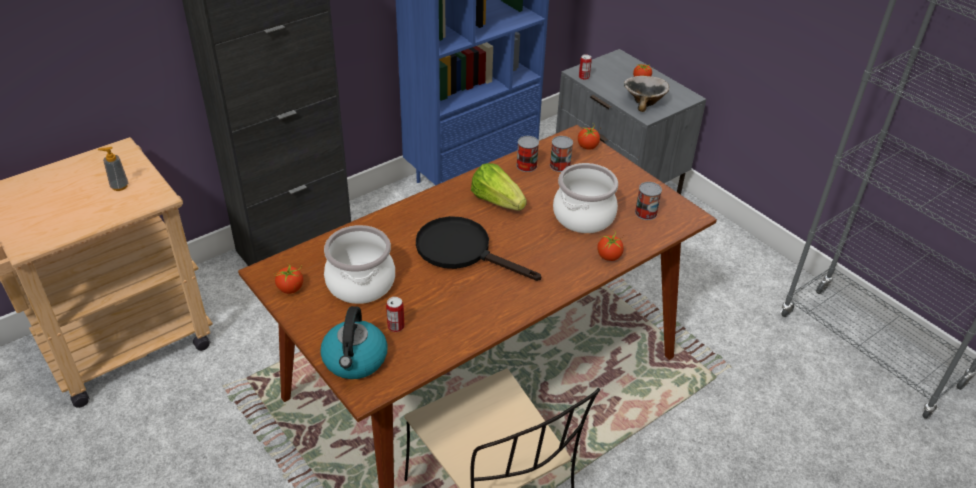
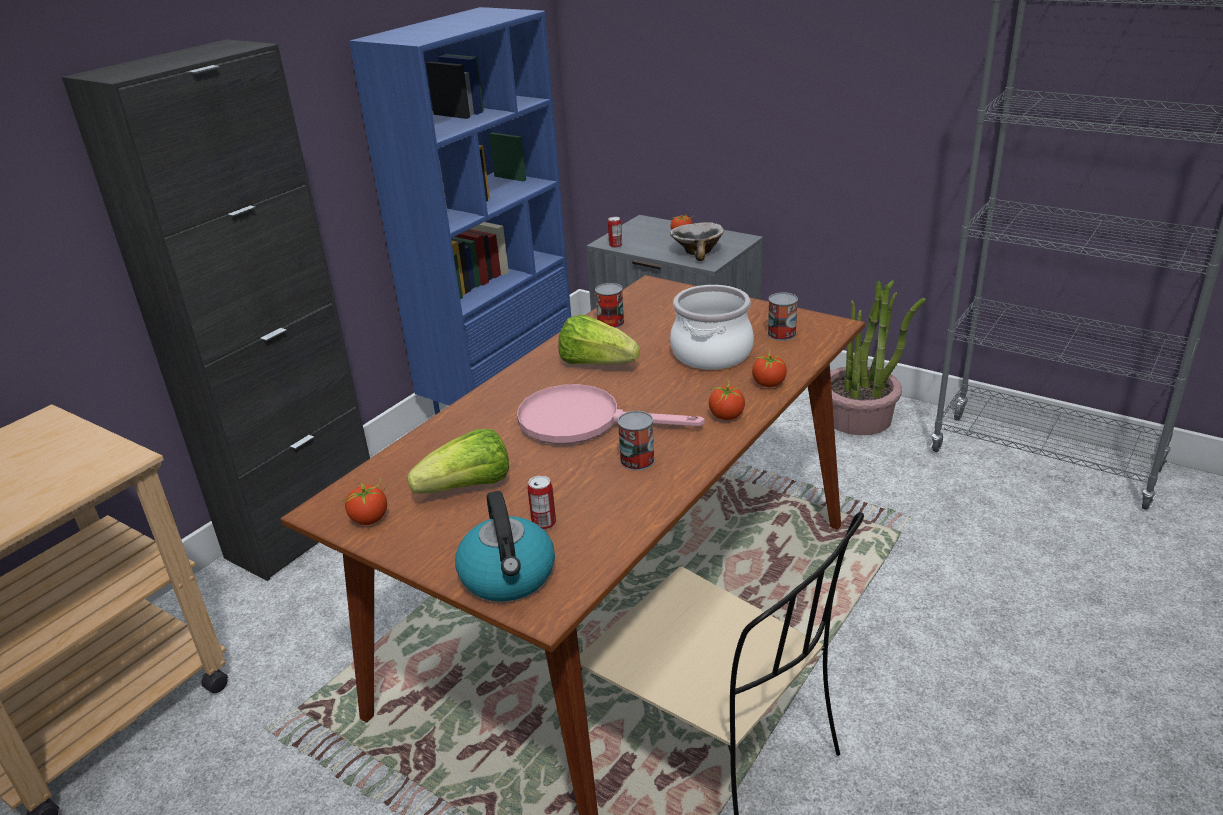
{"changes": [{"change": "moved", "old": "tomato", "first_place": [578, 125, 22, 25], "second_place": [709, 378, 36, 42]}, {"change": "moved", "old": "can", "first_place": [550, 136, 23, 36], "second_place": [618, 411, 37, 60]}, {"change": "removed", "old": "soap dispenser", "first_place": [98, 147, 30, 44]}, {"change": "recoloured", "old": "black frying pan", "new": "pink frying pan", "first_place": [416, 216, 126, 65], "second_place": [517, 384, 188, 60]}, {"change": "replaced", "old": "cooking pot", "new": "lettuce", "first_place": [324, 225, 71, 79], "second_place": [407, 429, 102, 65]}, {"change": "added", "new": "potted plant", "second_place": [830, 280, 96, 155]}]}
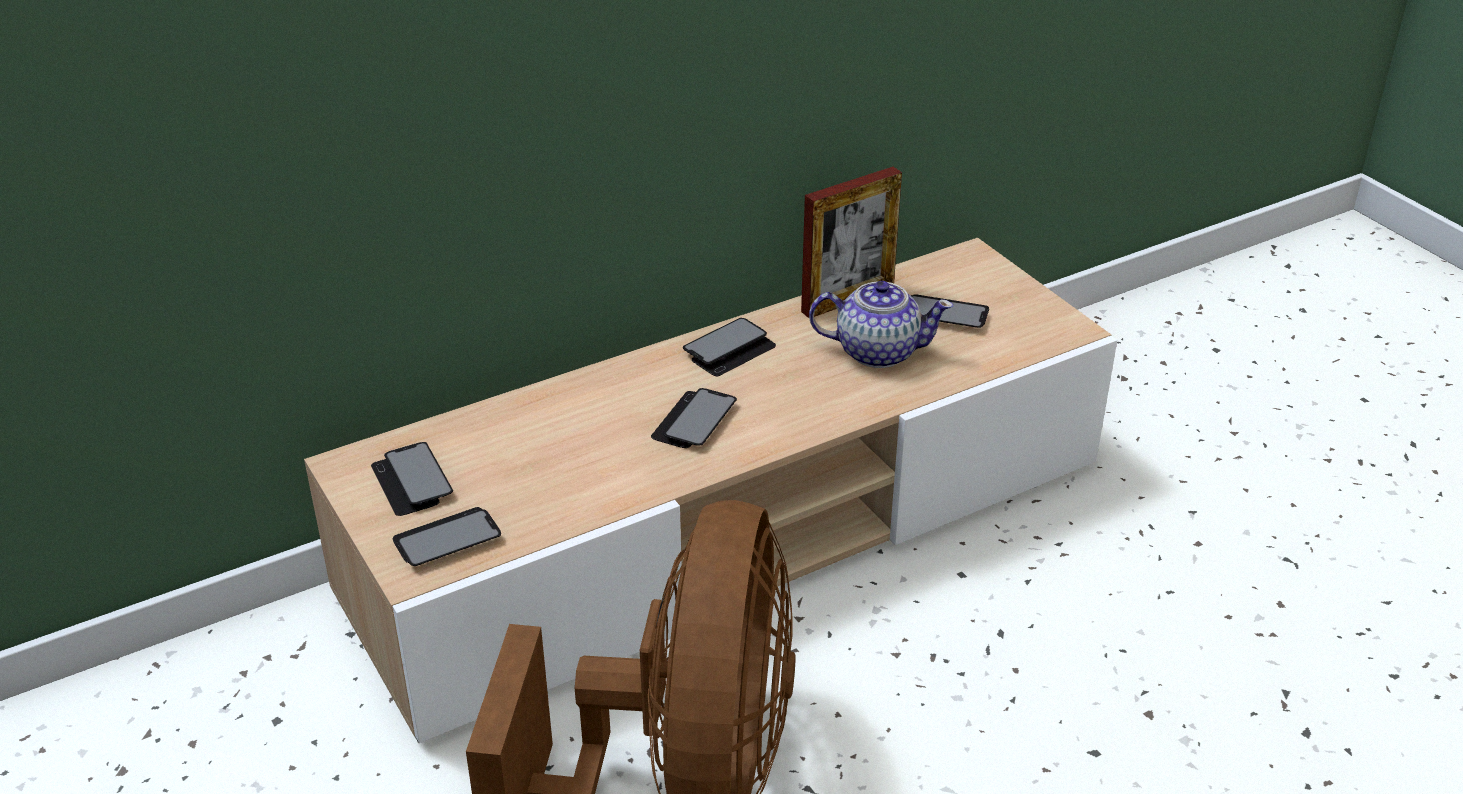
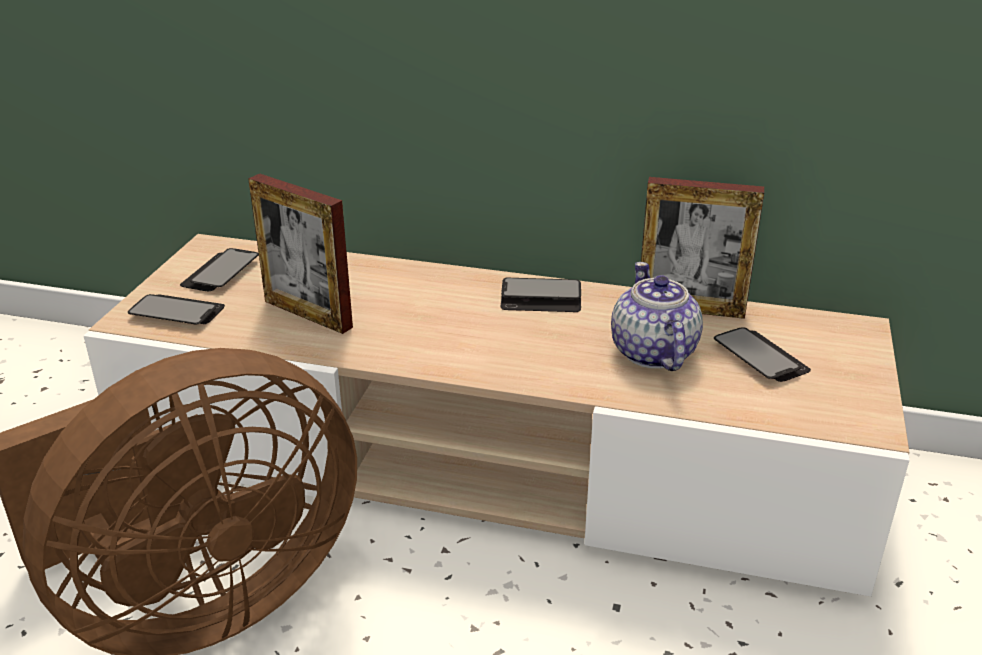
{"changes": [{"change": "turned", "old": "teapot", "first_place": [809, 281, 144, 87], "second_place": [611, 262, 92, 109], "degrees": -150}, {"change": "removed", "old": "phone", "first_place": [651, 388, 86, 60]}, {"change": "added", "new": "picture frame", "second_place": [248, 174, 105, 160]}]}
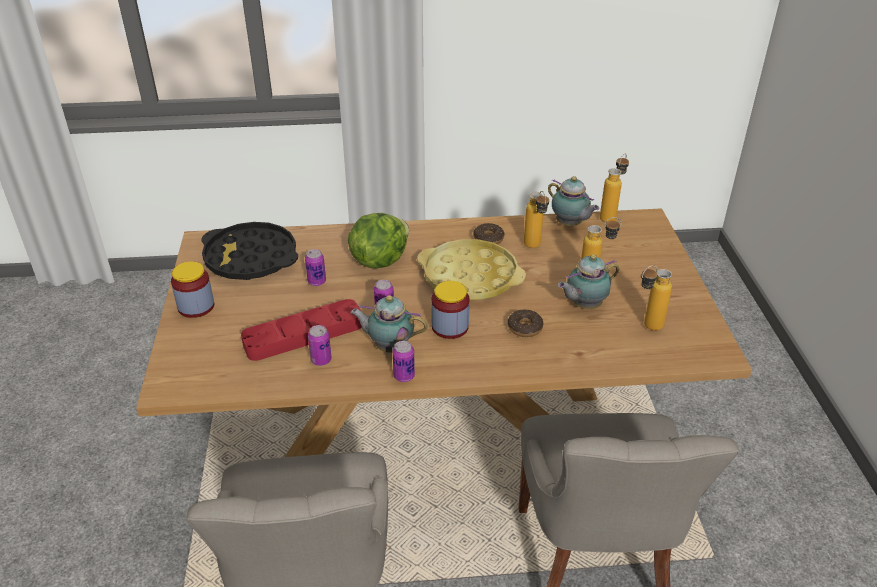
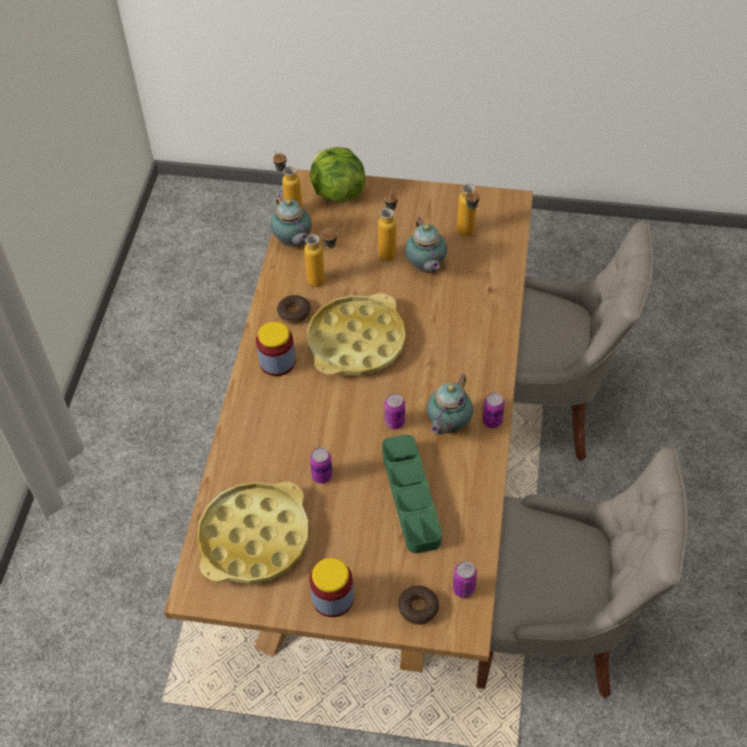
{"changes": [{"change": "turned", "old": "teapot", "first_place": [548, 176, 51, 50], "second_place": [271, 194, 41, 53], "degrees": 90}, {"change": "moved", "old": "lettuce", "first_place": [348, 213, 61, 55], "second_place": [310, 147, 55, 56]}, {"change": "recoloured", "old": "black tray", "new": "yellow tray", "first_place": [201, 222, 97, 58], "second_place": [197, 481, 112, 103]}, {"change": "moved", "old": "jar", "first_place": [431, 281, 39, 58], "second_place": [256, 322, 39, 54]}, {"change": "recoloured", "old": "red tray", "new": "green tray", "first_place": [241, 299, 121, 62], "second_place": [382, 435, 60, 118]}, {"change": "moved", "old": "donut", "first_place": [508, 310, 35, 27], "second_place": [398, 586, 41, 39]}, {"change": "moved", "old": "can", "first_place": [308, 325, 24, 41], "second_place": [453, 561, 24, 37]}]}
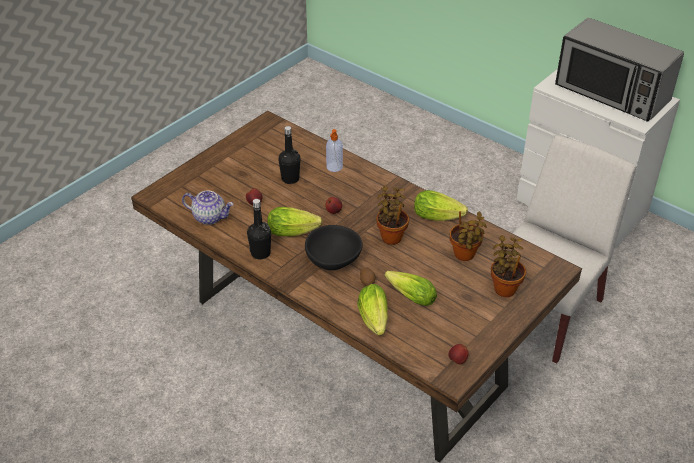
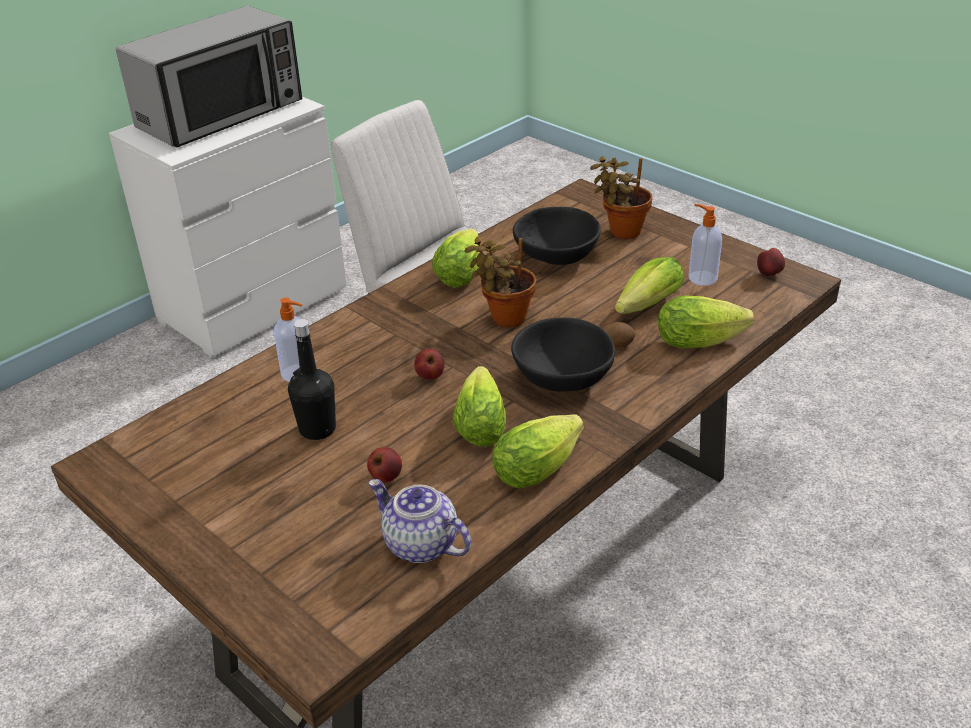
{"changes": [{"change": "turned", "old": "teapot", "first_place": [182, 190, 52, 35], "second_place": [369, 479, 102, 84], "degrees": -75}, {"change": "replaced", "old": "black bottle", "new": "lettuce", "first_place": [247, 199, 24, 61], "second_place": [492, 414, 92, 74]}, {"change": "replaced", "old": "potted plant", "new": "black bowl", "first_place": [450, 211, 37, 50], "second_place": [513, 207, 88, 58]}, {"change": "added", "new": "soap dispenser", "second_place": [689, 204, 33, 82]}]}
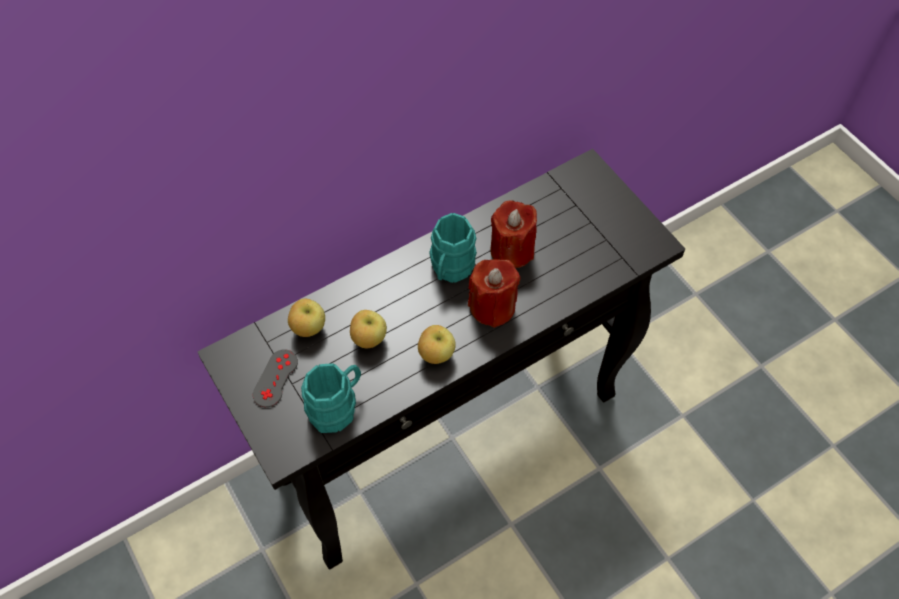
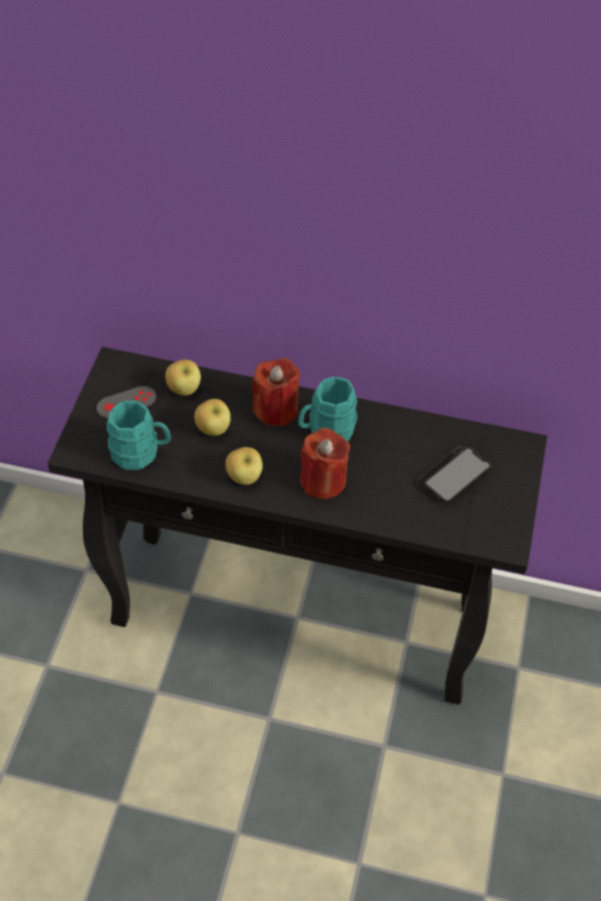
{"changes": [{"change": "moved", "old": "red candle", "first_place": [490, 200, 47, 68], "second_place": [252, 358, 48, 69]}, {"change": "added", "new": "phone", "second_place": [415, 444, 77, 58]}]}
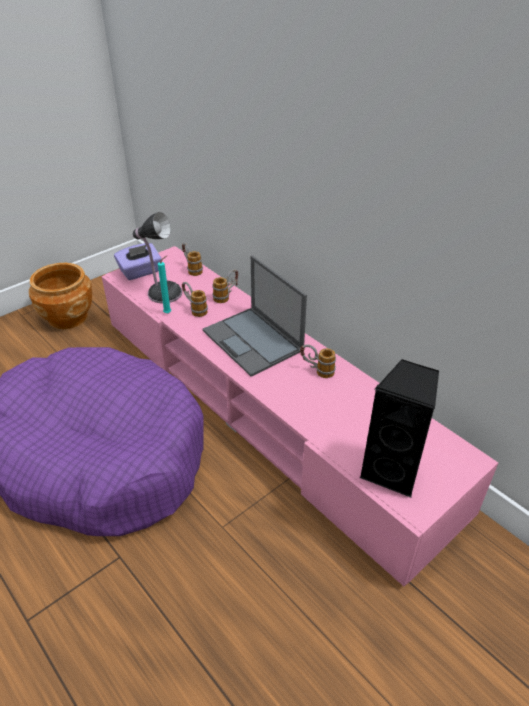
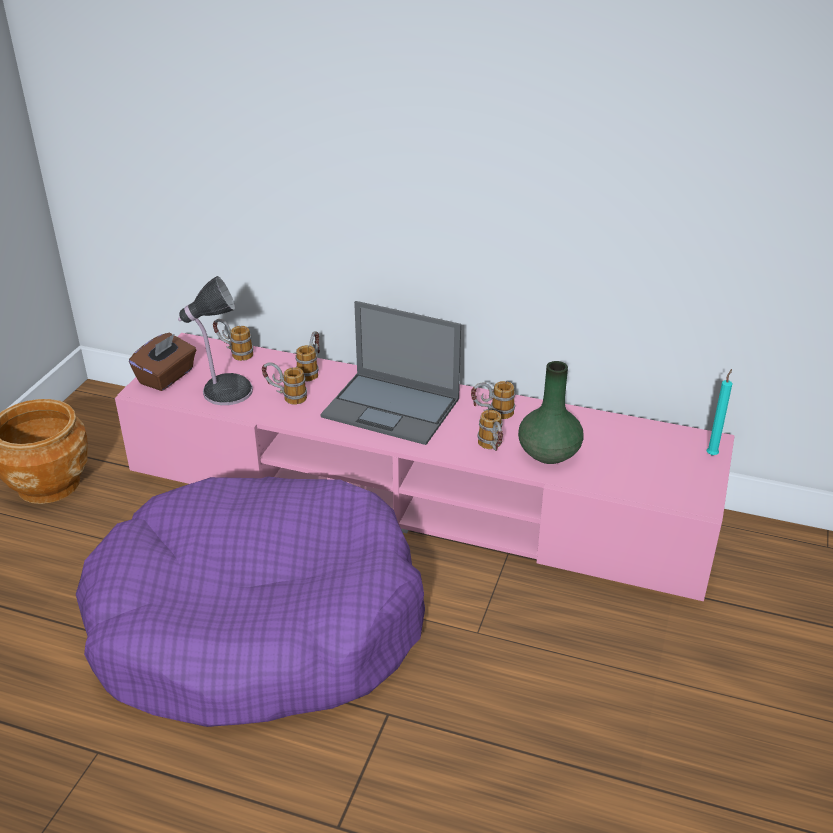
{"changes": [{"change": "recoloured", "old": "purple tissue box", "new": "brown tissue box", "first_place": [114, 243, 48, 37], "second_place": [129, 333, 67, 58]}, {"change": "moved", "old": "turquoise candle", "first_place": [158, 256, 13, 58], "second_place": [707, 369, 25, 86]}, {"change": "removed", "old": "black speaker", "first_place": [360, 359, 79, 138]}, {"change": "added", "new": "green vase", "second_place": [518, 361, 65, 103]}, {"change": "added", "new": "mug", "second_place": [478, 410, 25, 41]}]}
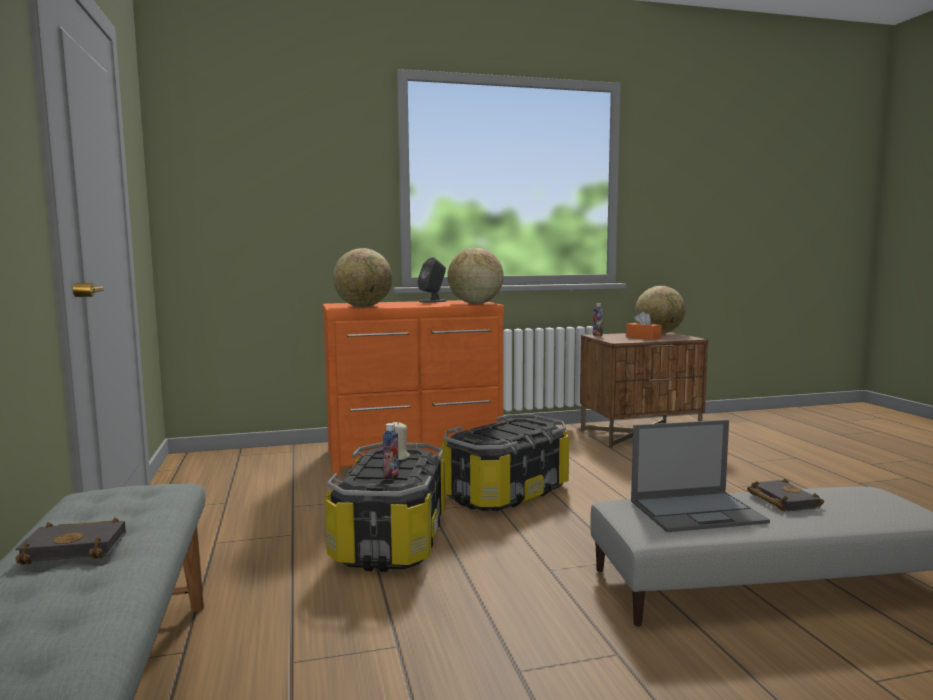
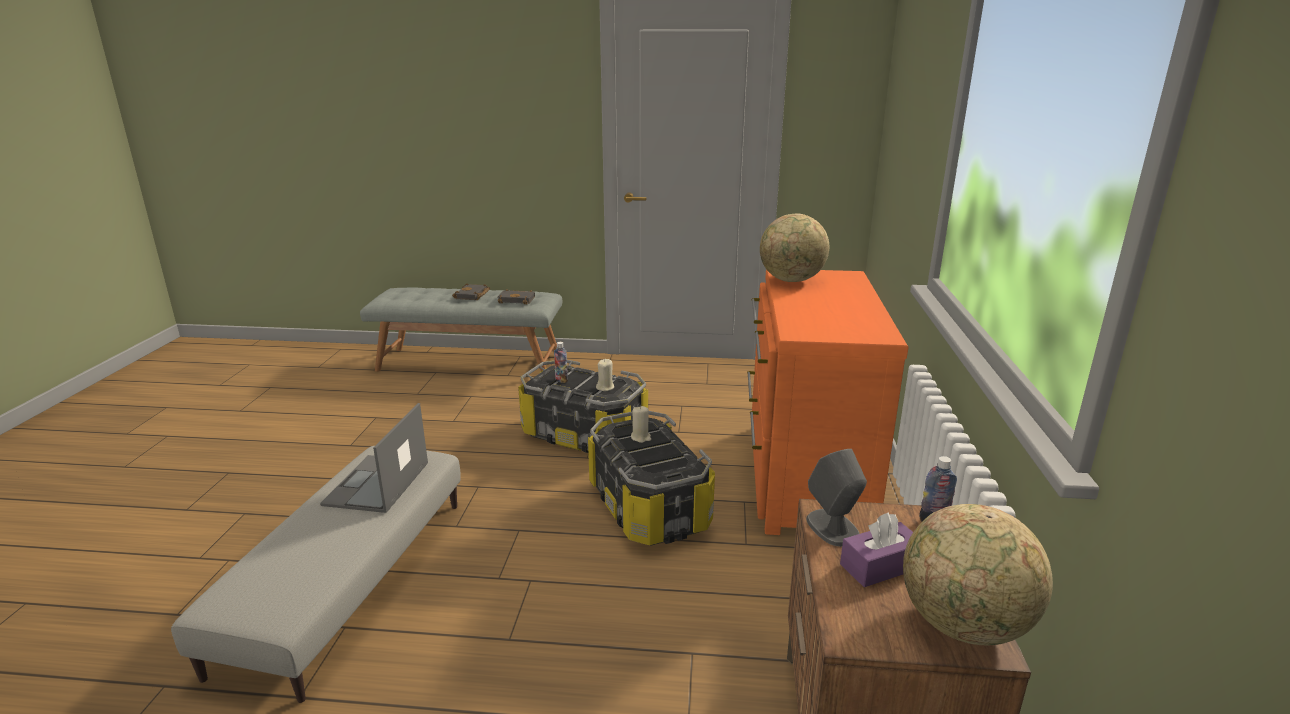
{"changes": [{"change": "removed", "old": "globe", "first_place": [447, 248, 57, 56]}, {"change": "moved", "old": "grey speaker", "first_place": [417, 257, 29, 46], "second_place": [806, 449, 61, 98]}, {"change": "recoloured", "old": "orange tissue box", "new": "purple tissue box", "first_place": [626, 311, 36, 29], "second_place": [840, 512, 73, 75]}, {"change": "moved", "old": "black book", "first_place": [747, 479, 77, 33], "second_place": [497, 289, 38, 15]}, {"change": "added", "new": "beige candle", "second_place": [631, 406, 20, 37]}]}
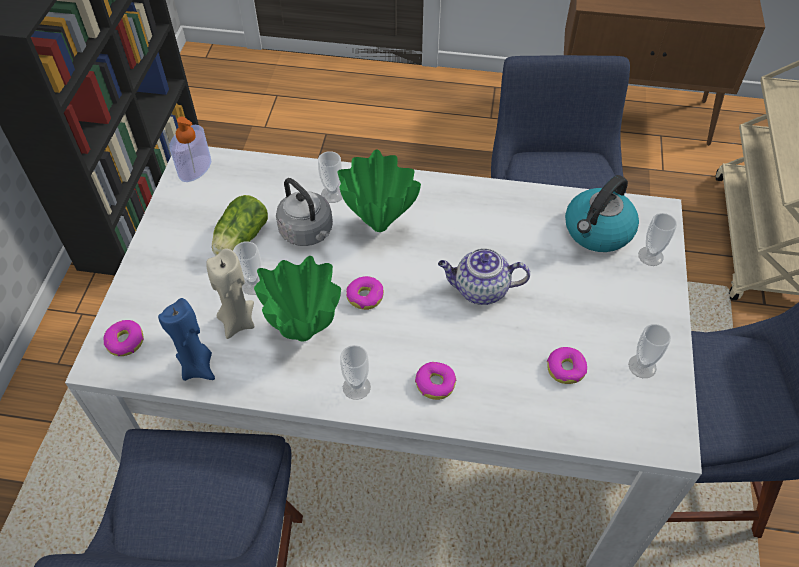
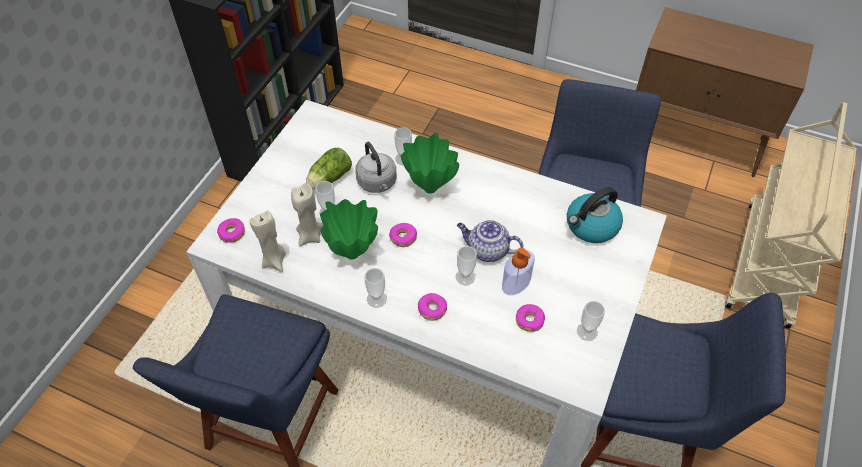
{"changes": [{"change": "moved", "old": "soap dispenser", "first_place": [169, 117, 42, 65], "second_place": [502, 247, 33, 48]}, {"change": "moved", "old": "cup", "first_place": [638, 213, 39, 53], "second_place": [456, 246, 21, 39]}, {"change": "recoloured", "old": "blue candle", "new": "beige candle", "first_place": [158, 298, 57, 83], "second_place": [250, 210, 36, 62]}]}
